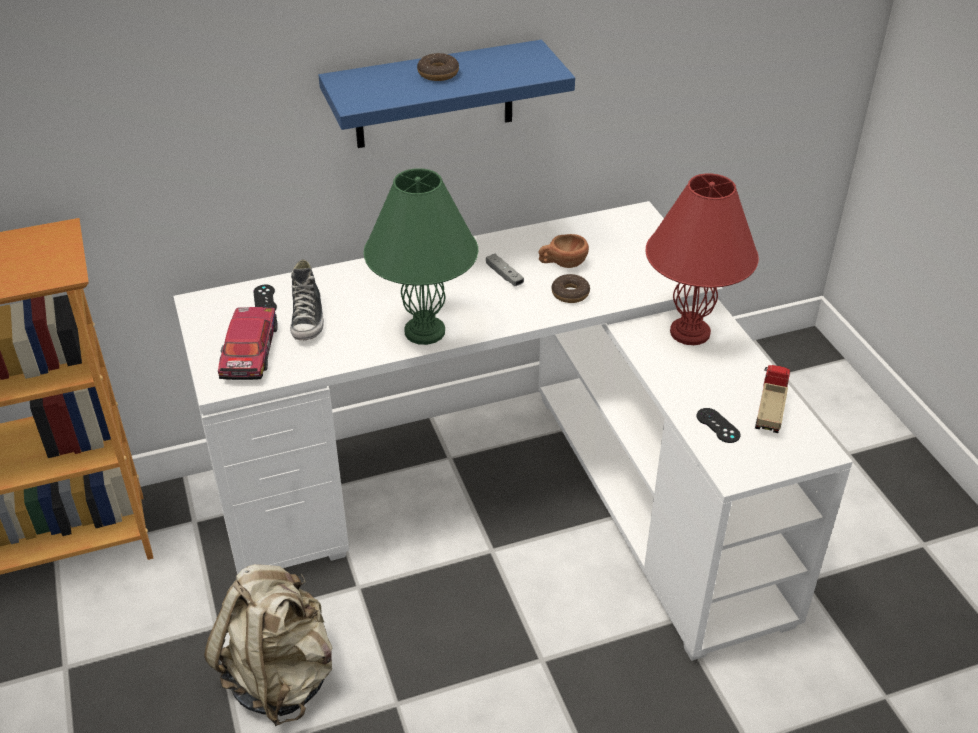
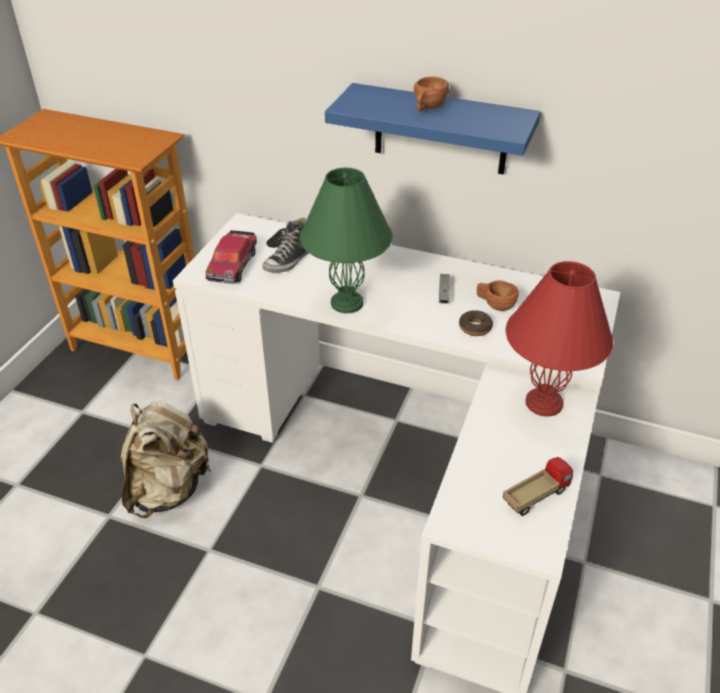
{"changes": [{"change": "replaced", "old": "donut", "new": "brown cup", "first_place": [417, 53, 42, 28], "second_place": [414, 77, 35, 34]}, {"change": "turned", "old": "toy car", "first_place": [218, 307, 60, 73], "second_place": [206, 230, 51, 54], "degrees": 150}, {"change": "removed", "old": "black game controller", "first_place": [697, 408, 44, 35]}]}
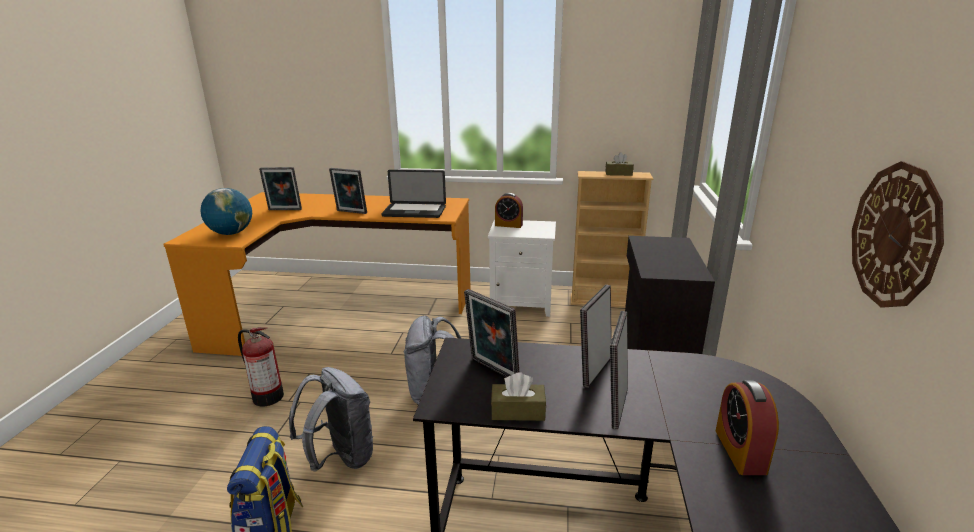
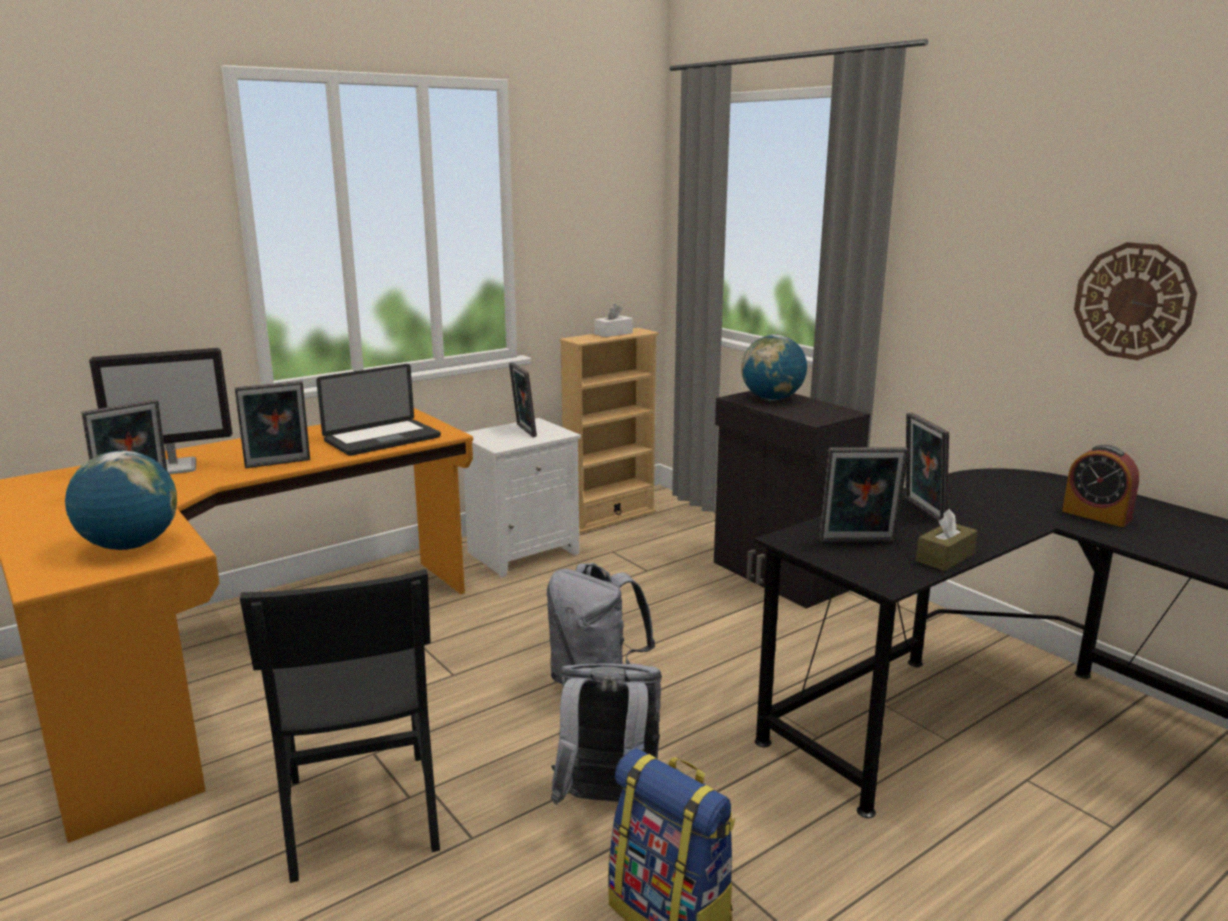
{"changes": [{"change": "recoloured", "old": "brown tissue box", "new": "white tissue box", "first_place": [605, 152, 29, 24], "second_place": [594, 304, 39, 33]}, {"change": "removed", "old": "alarm clock", "first_place": [495, 193, 28, 35]}, {"change": "moved", "old": "picture frame", "first_place": [610, 311, 18, 118], "second_place": [509, 363, 28, 74]}, {"change": "replaced", "old": "fire extinguisher", "new": "black chair", "first_place": [238, 327, 46, 79], "second_place": [240, 569, 200, 314]}, {"change": "added", "new": "globe", "second_place": [741, 334, 66, 67]}, {"change": "added", "new": "monitor", "second_place": [89, 348, 143, 126]}]}
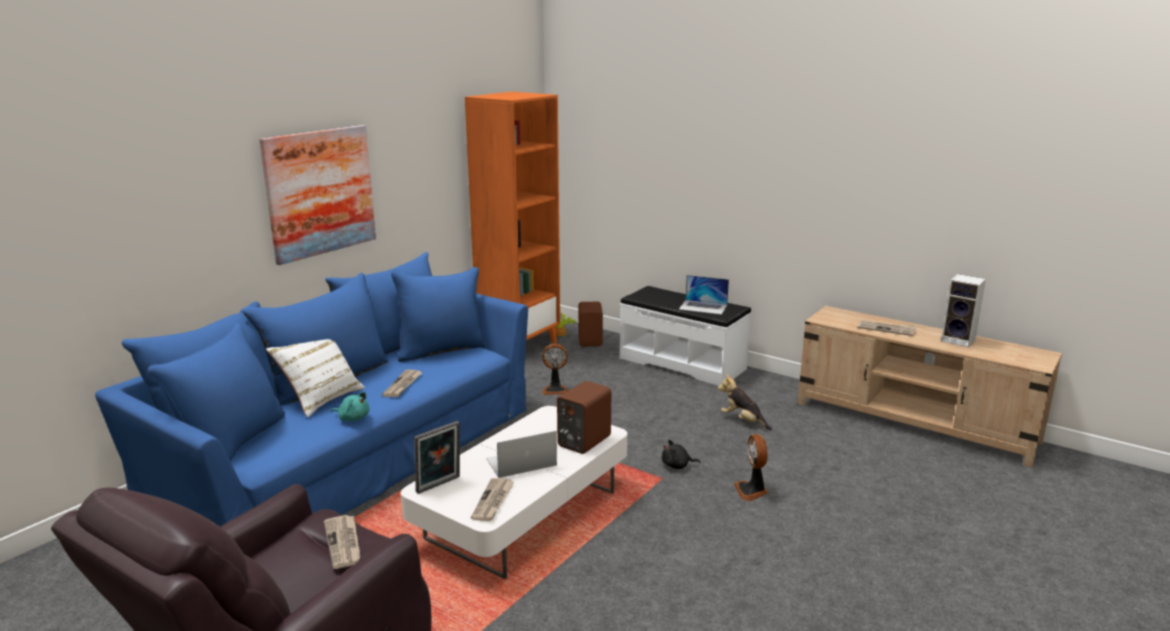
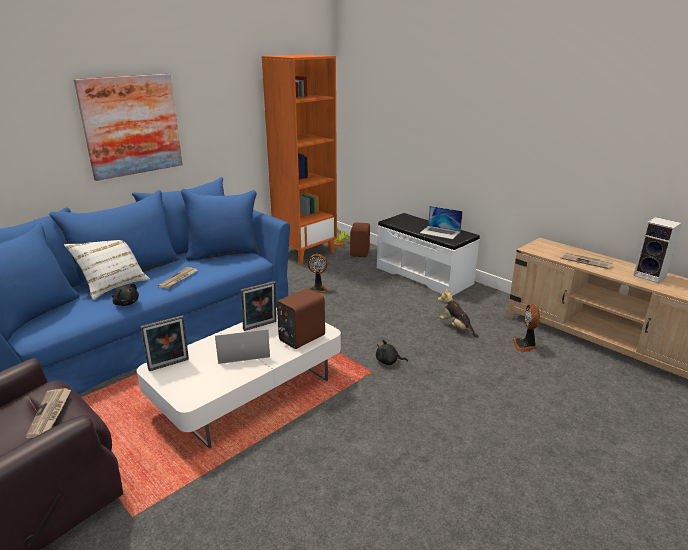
{"changes": [{"change": "recoloured", "old": "turquoise plush toy", "new": "black plush toy", "first_place": [331, 392, 38, 29], "second_place": [112, 284, 27, 22]}, {"change": "moved", "old": "fan", "first_place": [734, 434, 34, 67], "second_place": [512, 304, 28, 48]}, {"change": "removed", "old": "newspaper", "first_place": [471, 478, 43, 43]}, {"change": "added", "new": "picture frame", "second_place": [241, 281, 36, 50]}]}
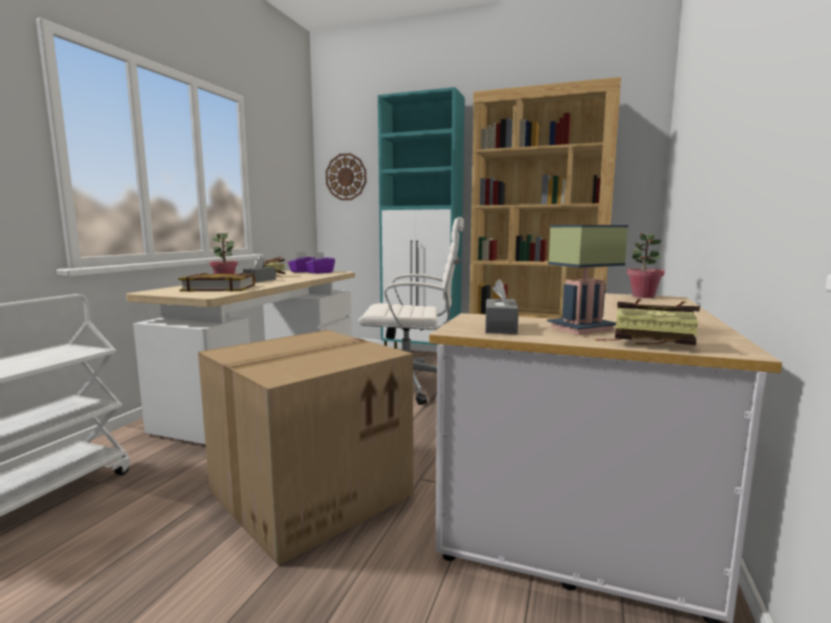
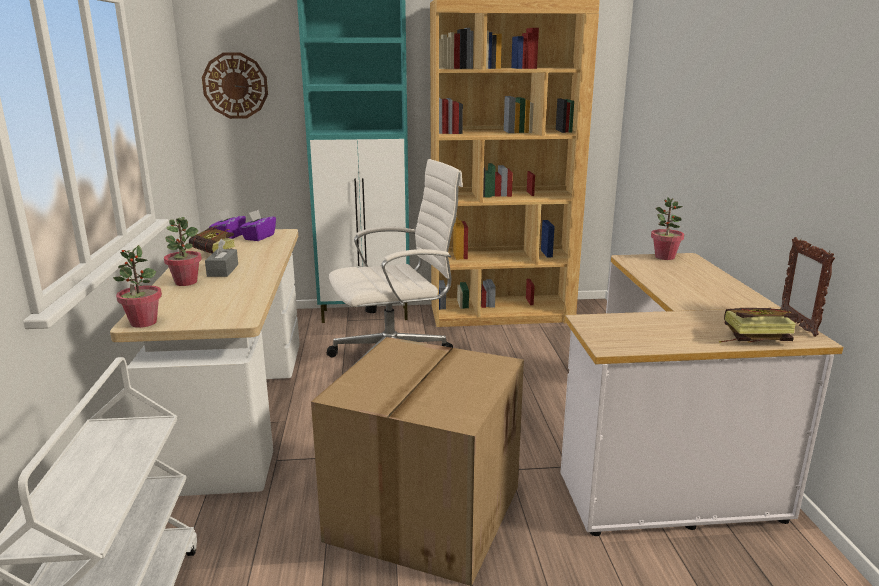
{"changes": [{"change": "removed", "old": "table lamp", "first_place": [547, 225, 81, 110]}, {"change": "removed", "old": "book", "first_place": [178, 273, 77, 19]}, {"change": "removed", "old": "grey tissue box", "first_place": [485, 279, 34, 55]}, {"change": "added", "new": "picture frame", "second_place": [780, 237, 55, 100]}, {"change": "added", "new": "potted plant", "second_place": [113, 245, 49, 83]}]}
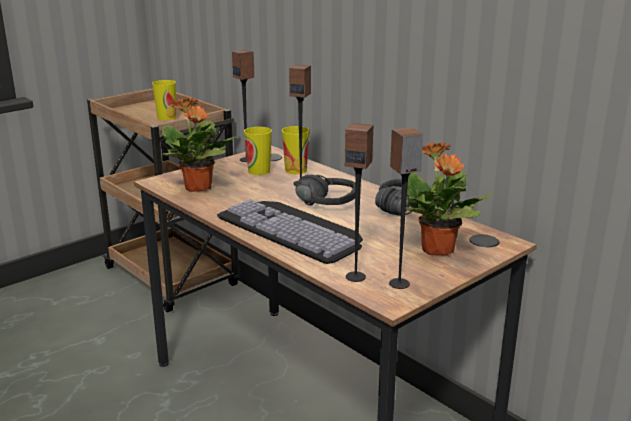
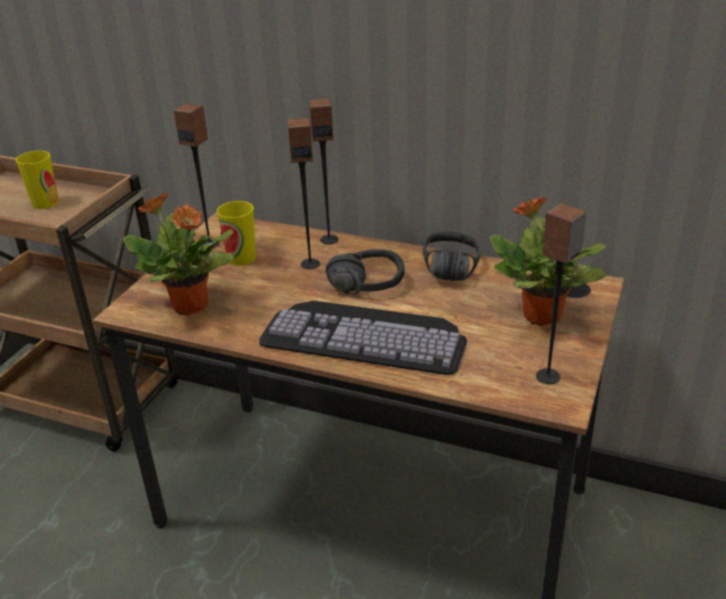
{"changes": [{"change": "moved", "old": "speaker", "first_place": [345, 123, 28, 159], "second_place": [309, 98, 29, 146]}, {"change": "removed", "old": "cup", "first_place": [282, 126, 27, 48]}]}
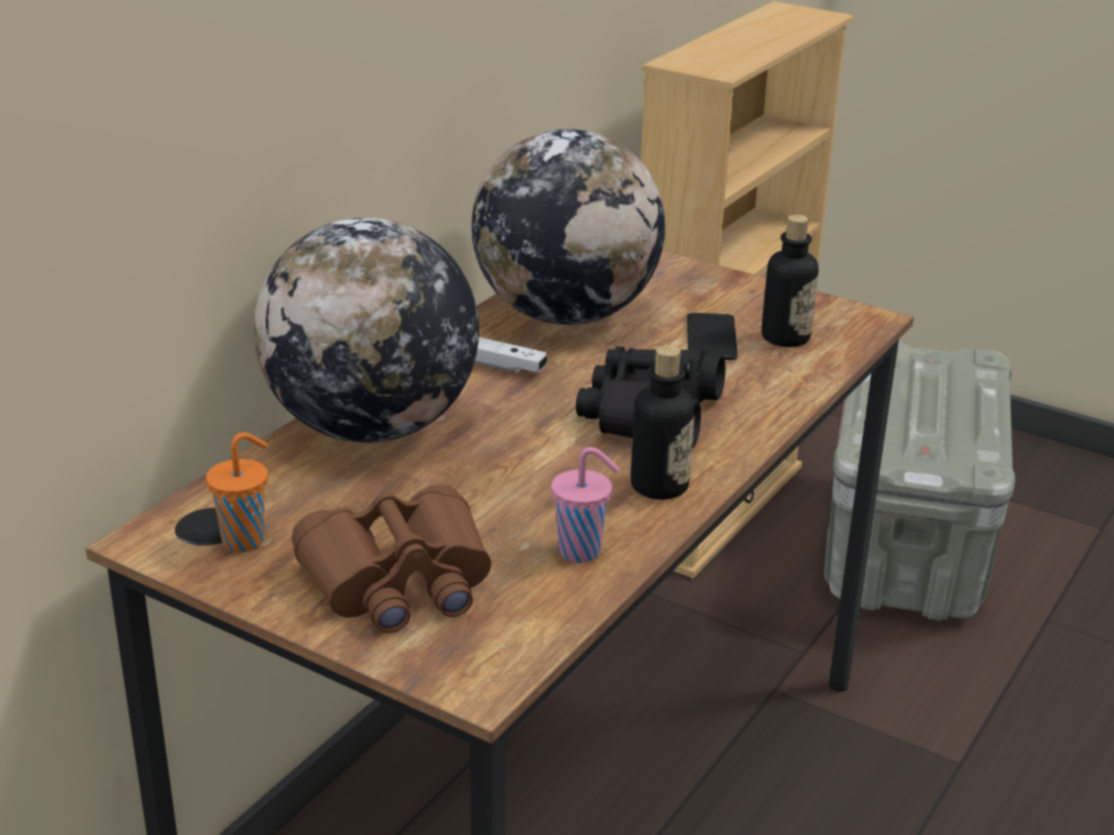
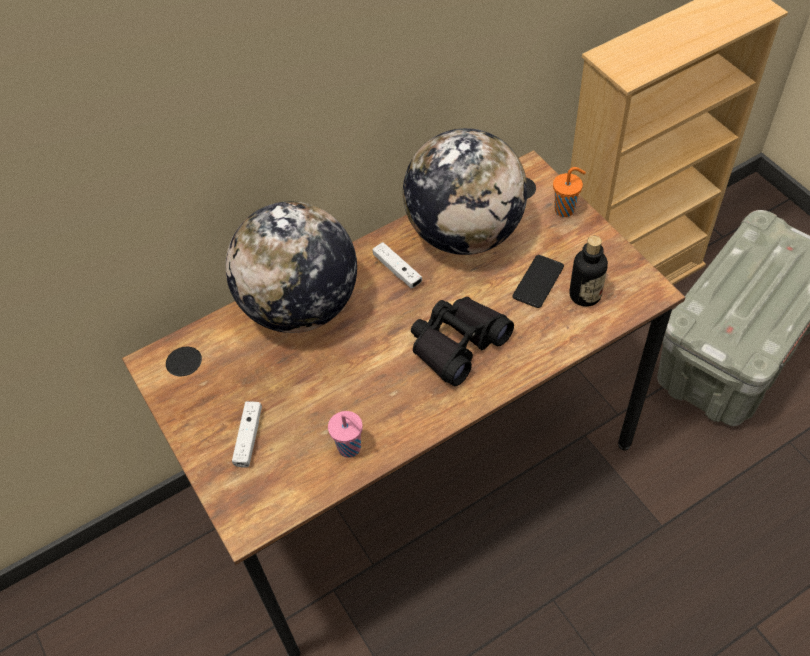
{"changes": [{"change": "removed", "old": "bottle", "first_place": [631, 345, 64, 155]}, {"change": "moved", "old": "orange cup", "first_place": [206, 432, 62, 120], "second_place": [553, 167, 33, 50]}, {"change": "replaced", "old": "brown binoculars", "new": "white game controller", "first_place": [292, 484, 199, 149], "second_place": [232, 401, 30, 67]}]}
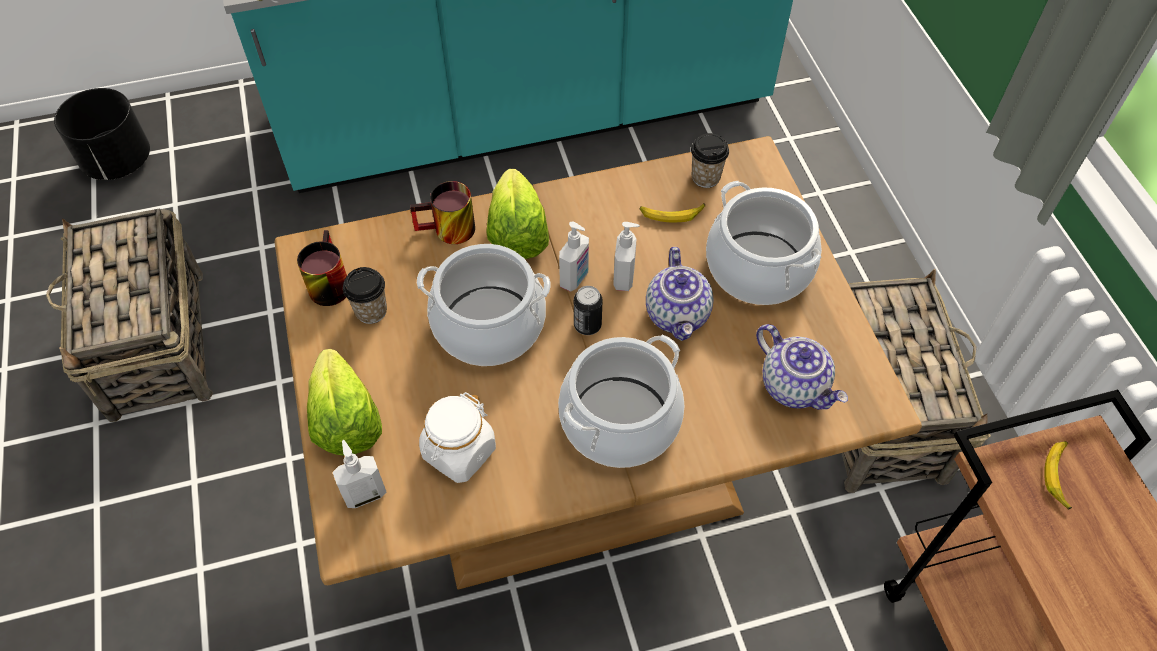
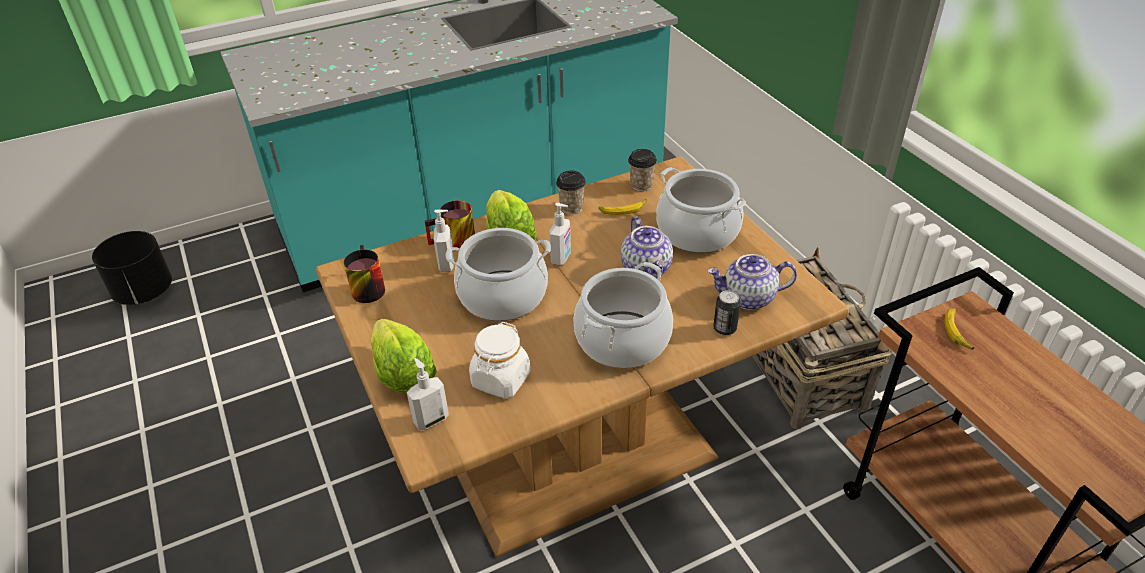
{"changes": [{"change": "removed", "old": "basket", "first_place": [46, 208, 167, 214]}, {"change": "moved", "old": "soap dispenser", "first_place": [613, 222, 27, 69], "second_place": [434, 210, 20, 62]}, {"change": "moved", "old": "cup", "first_place": [343, 267, 44, 57], "second_place": [556, 171, 30, 43]}, {"change": "moved", "old": "can", "first_place": [574, 286, 29, 49], "second_place": [713, 290, 28, 45]}, {"change": "turned", "old": "teapot", "first_place": [756, 324, 92, 86], "second_place": [707, 254, 90, 56], "degrees": 135}]}
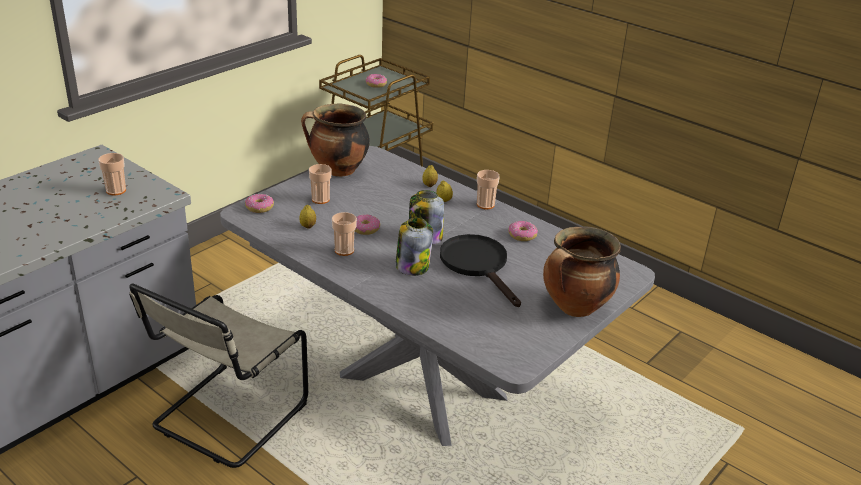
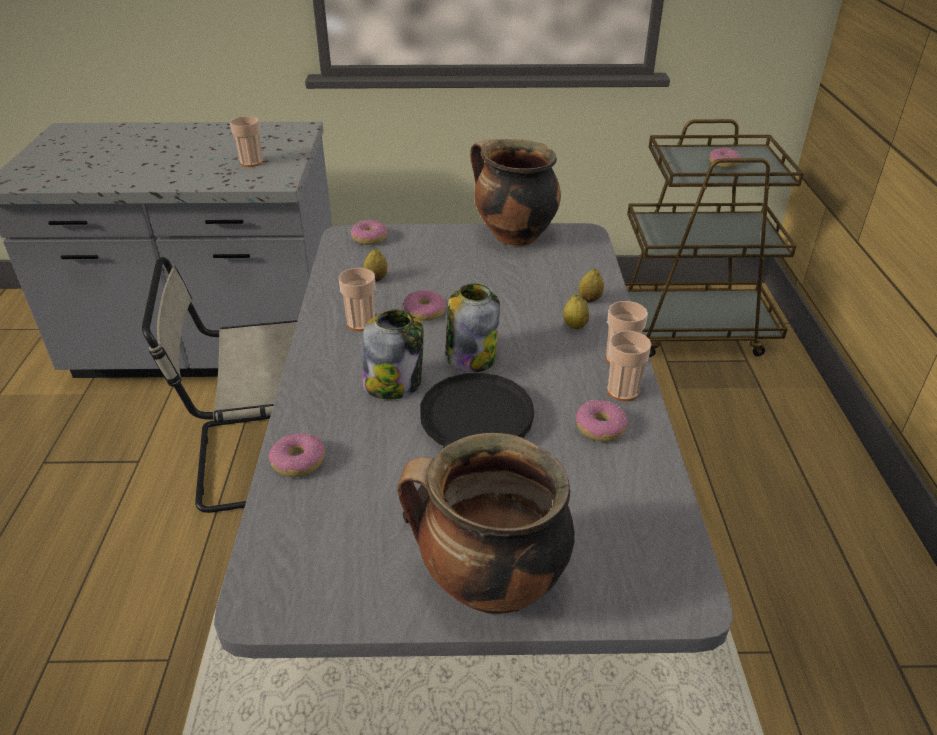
{"changes": [{"change": "moved", "old": "cup", "first_place": [309, 164, 23, 40], "second_place": [607, 331, 44, 70]}, {"change": "added", "new": "donut", "second_place": [269, 433, 56, 44]}]}
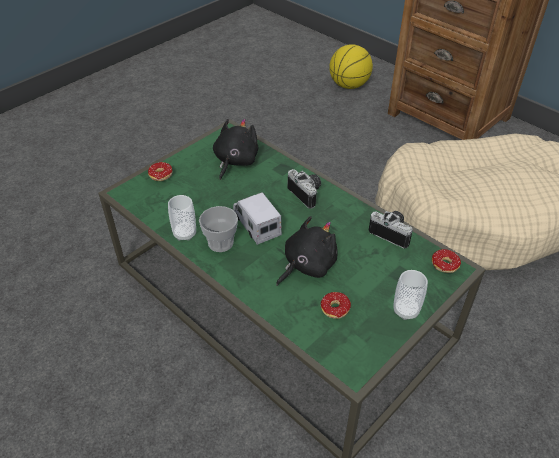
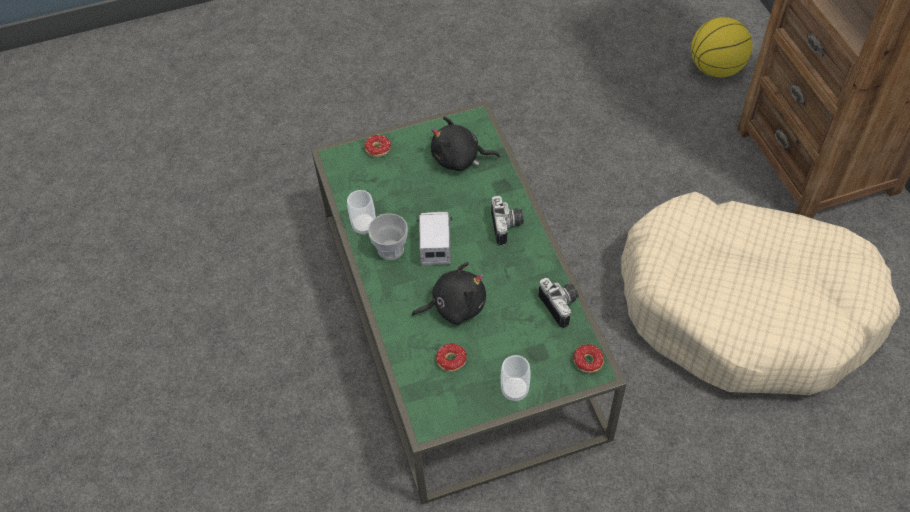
{"changes": [{"change": "turned", "old": "black plush toy", "first_place": [213, 119, 46, 61], "second_place": [431, 116, 69, 55], "degrees": -135}]}
